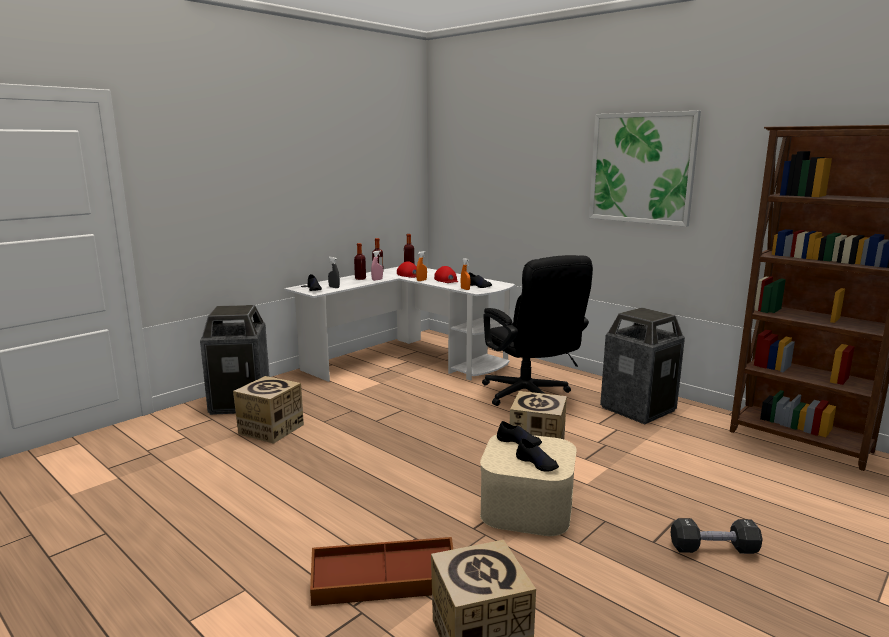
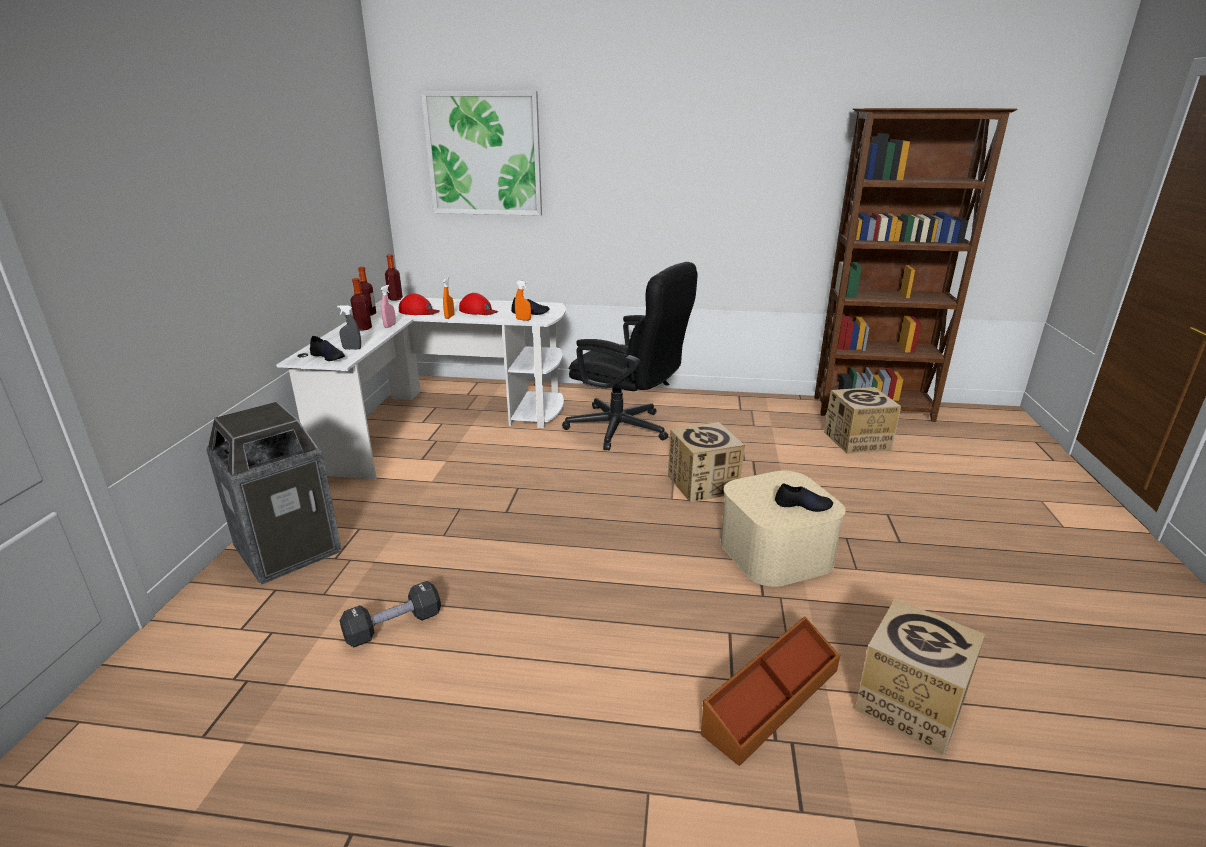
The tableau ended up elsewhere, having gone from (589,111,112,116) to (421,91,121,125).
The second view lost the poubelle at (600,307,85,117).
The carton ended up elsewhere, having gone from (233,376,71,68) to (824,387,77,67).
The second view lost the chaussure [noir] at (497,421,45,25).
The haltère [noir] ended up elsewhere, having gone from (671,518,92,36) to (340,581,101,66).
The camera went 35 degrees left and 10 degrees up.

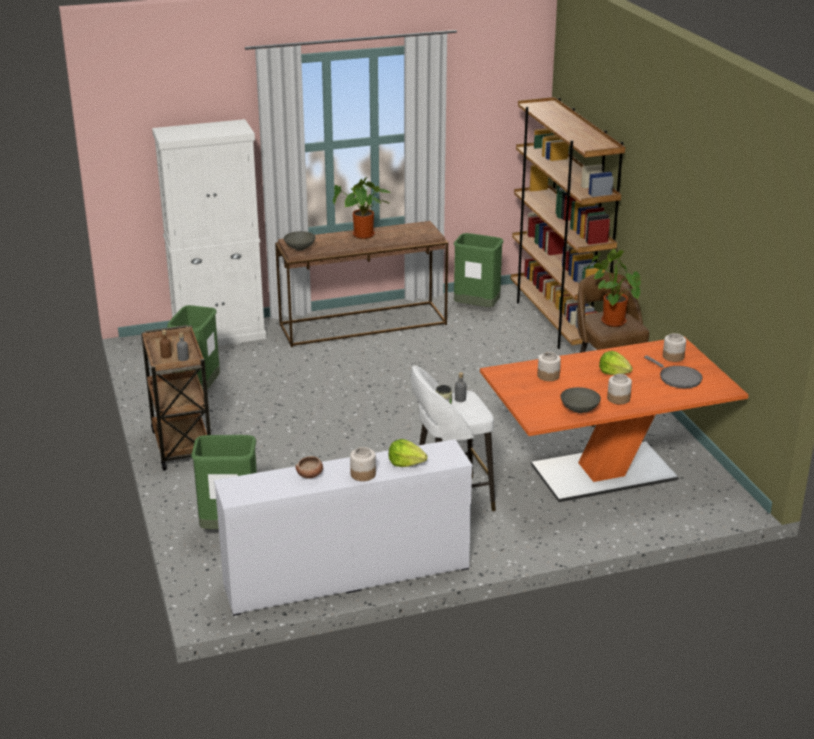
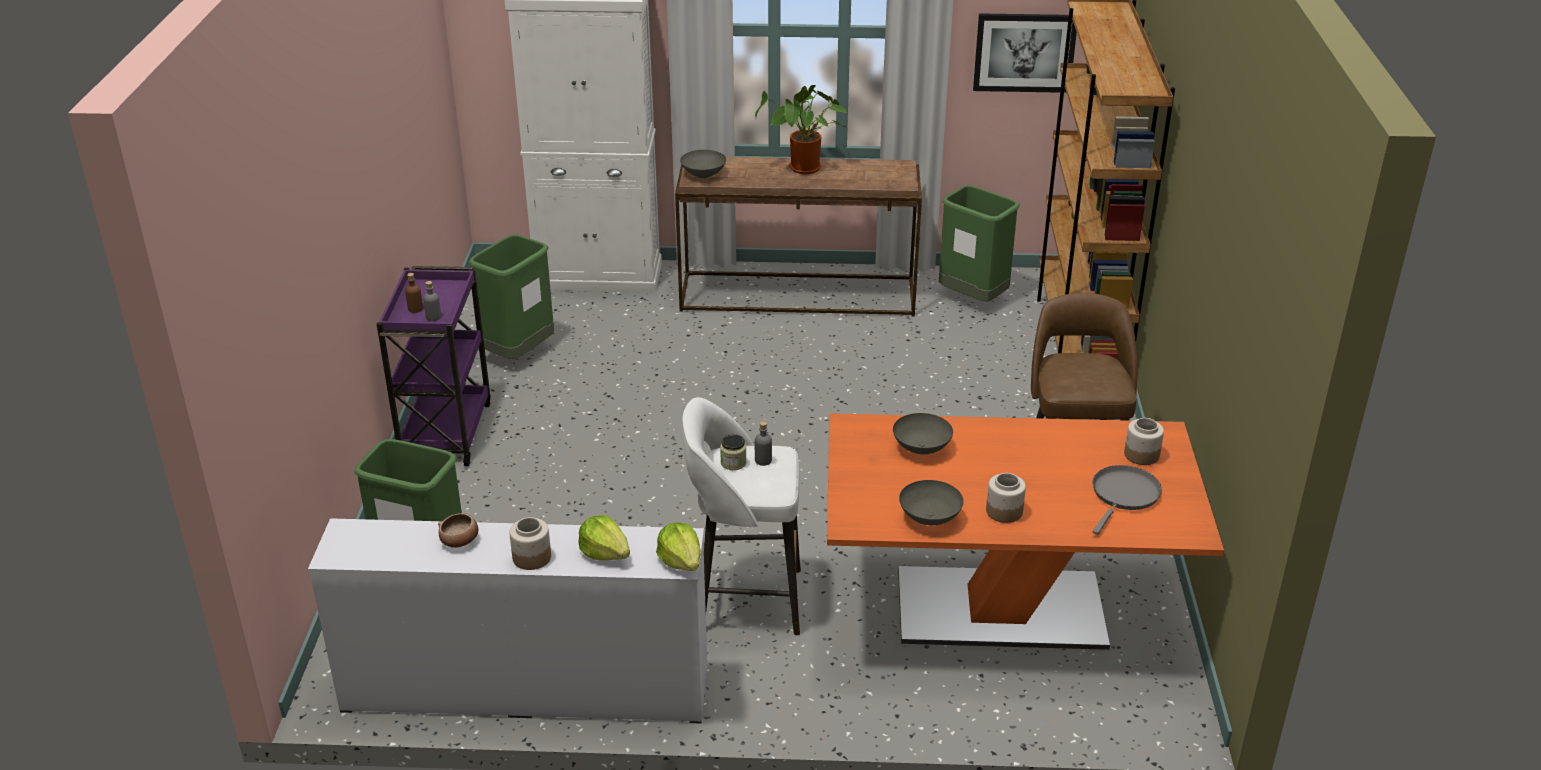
The second view lost the plante en pot at (587,249,54,78).
What was the chariot [marron] at (141,325,70,146) turned into the chariot [violet] at (376,266,115,200).
The laitue ended up elsewhere, having gone from (599,351,34,24) to (656,523,45,48).
Where the bocal stood at (537,352,24,29), the bol [gris] came to stand at (893,413,60,41).
The poêle [gris] at (644,355,59,33) ended up facing another way, 135 degrees counterclockwise from before.
The second view gained the tableau at (973,13,104,80).
The camera went 20 degrees right and 5 degrees up.

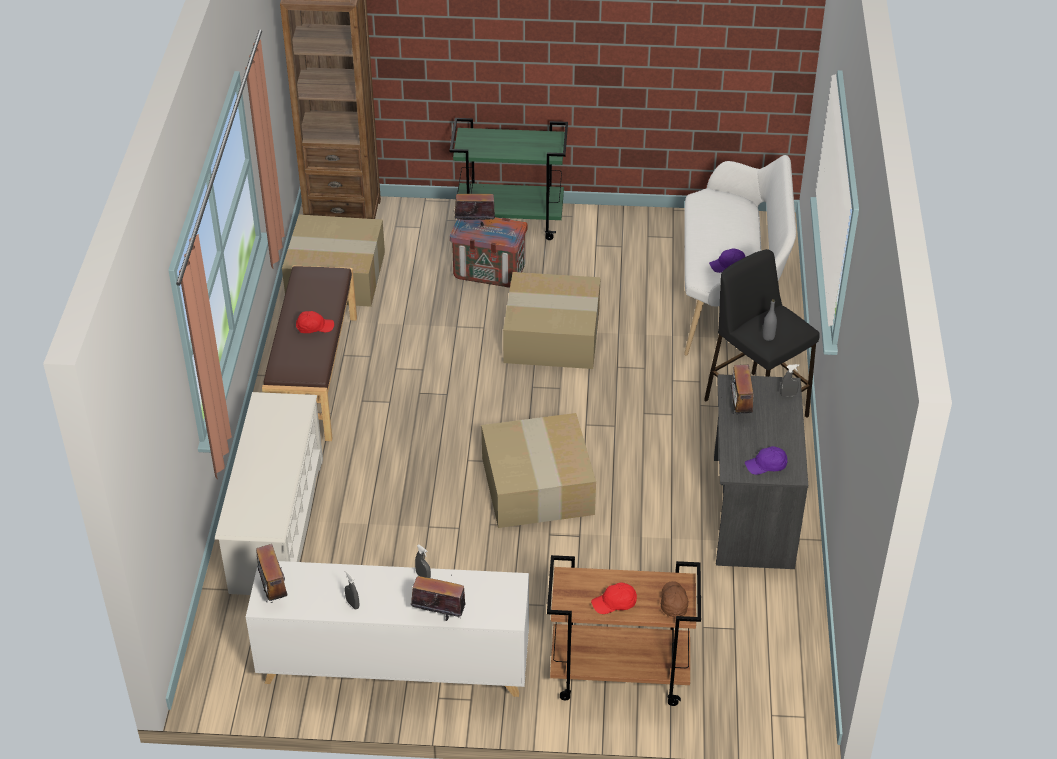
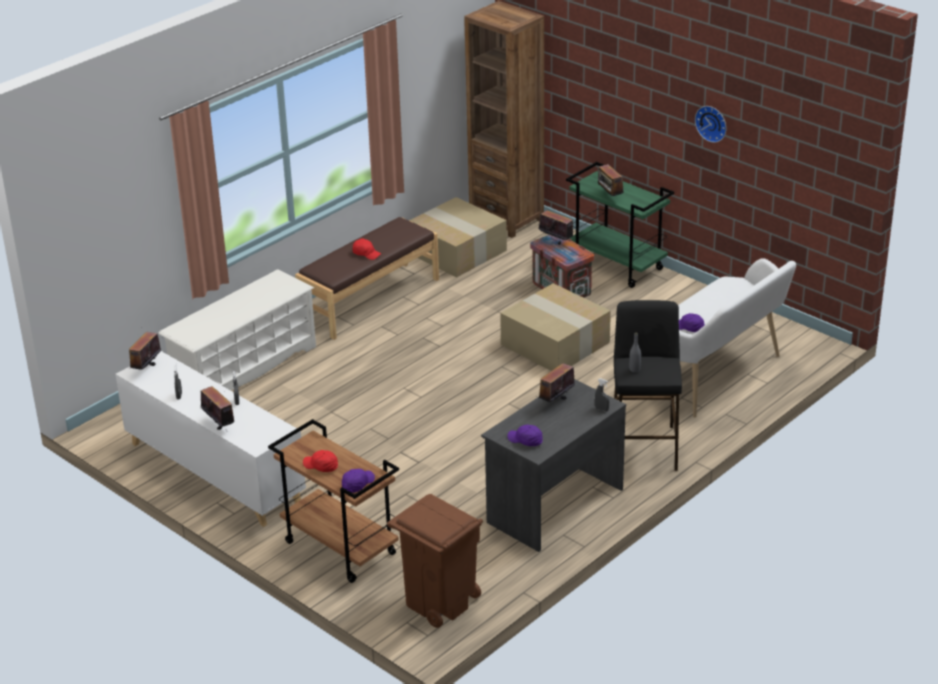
The second view lost the carton at (481,413,115,115).
What was the casquette [marron] at (661,581,27,36) turned into the casquette [violet] at (342,469,33,24).
The second view gained the horloge murale at (695,106,31,37).
The second view gained the radio at (598,161,25,36).
The second view gained the poubelle [marron] at (387,494,96,134).
The camera went 40 degrees right and 10 degrees down.

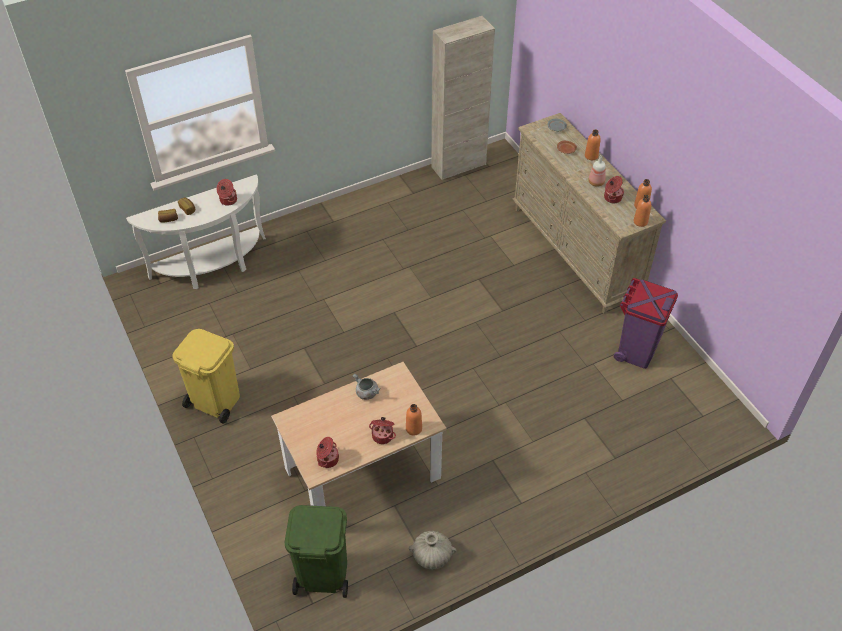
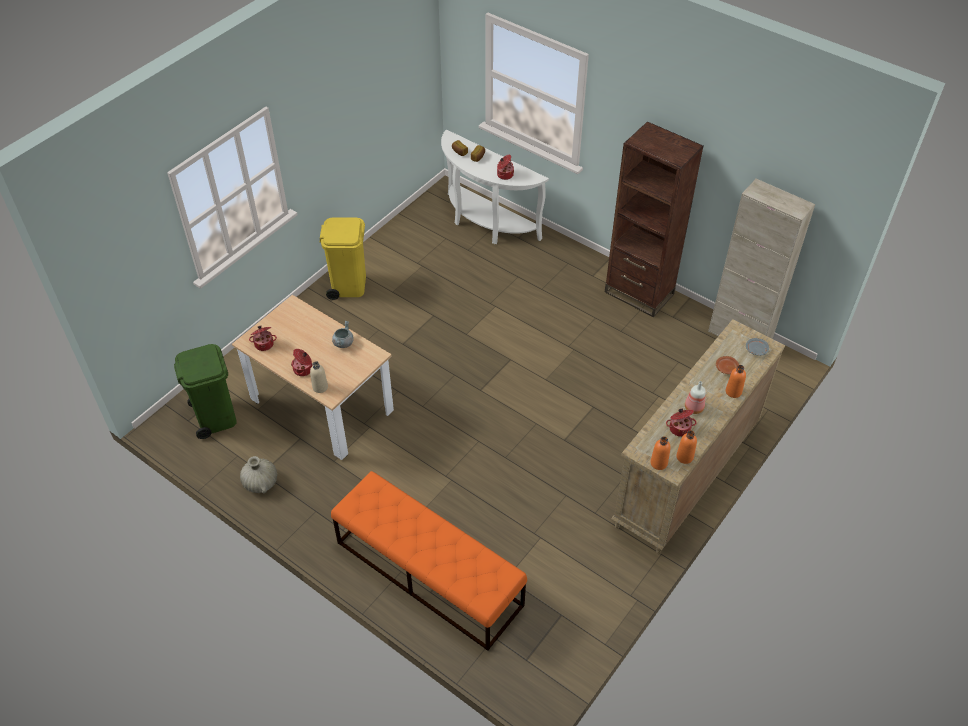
The second view lost the poubelle [violet] at (613,278,65,91).
What was the bouteille [orange] at (406,404,16,31) turned into the bouteille [beige] at (310,361,18,32).
The second view gained the bibliothèque [marron] at (605,121,99,196).
The second view gained the banc [orange] at (331,471,196,180).
The camera went 65 degrees right and 0 degrees up.

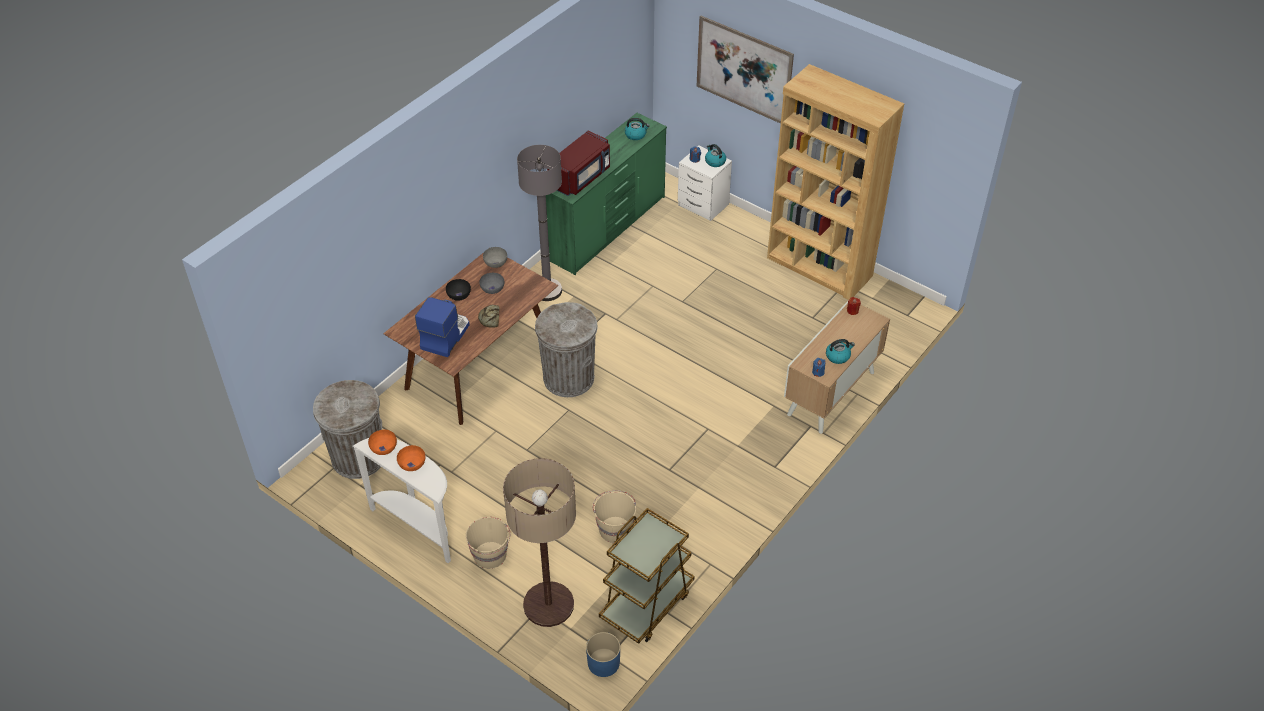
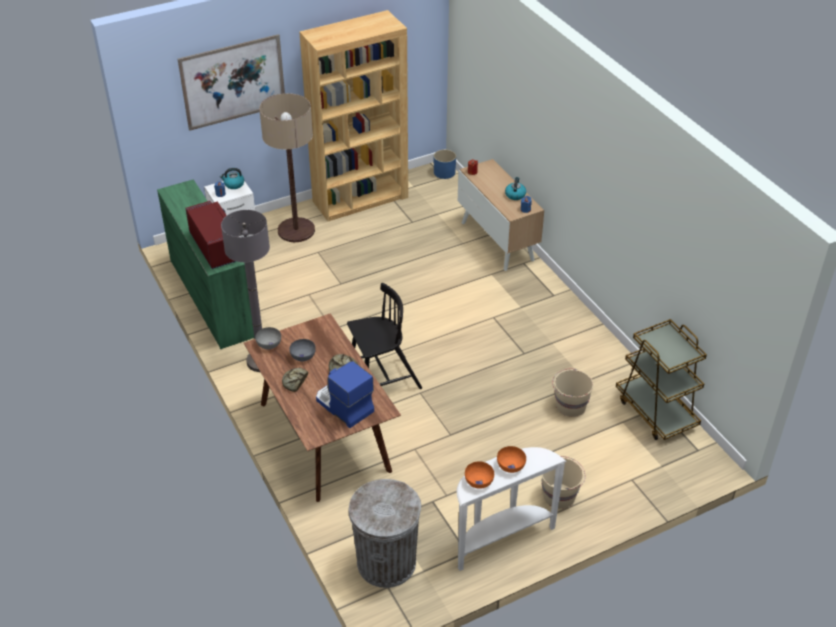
The second view lost the bouilloire at (625,118,25,22).
Where the bol [noir] stood at (446,279,25,22), the pain came to stand at (282,368,26,24).
Where the poubelle [gris] stood at (535,302,63,95), the chaise [noir] came to stand at (347,283,75,106).
The lampadaire ended up elsewhere, having gone from (503,458,73,169) to (259,93,56,149).
The cache-pot [bleu] ended up elsewhere, having gone from (586,632,34,45) to (434,150,22,29).
The camera went 65 degrees left and 5 degrees down.

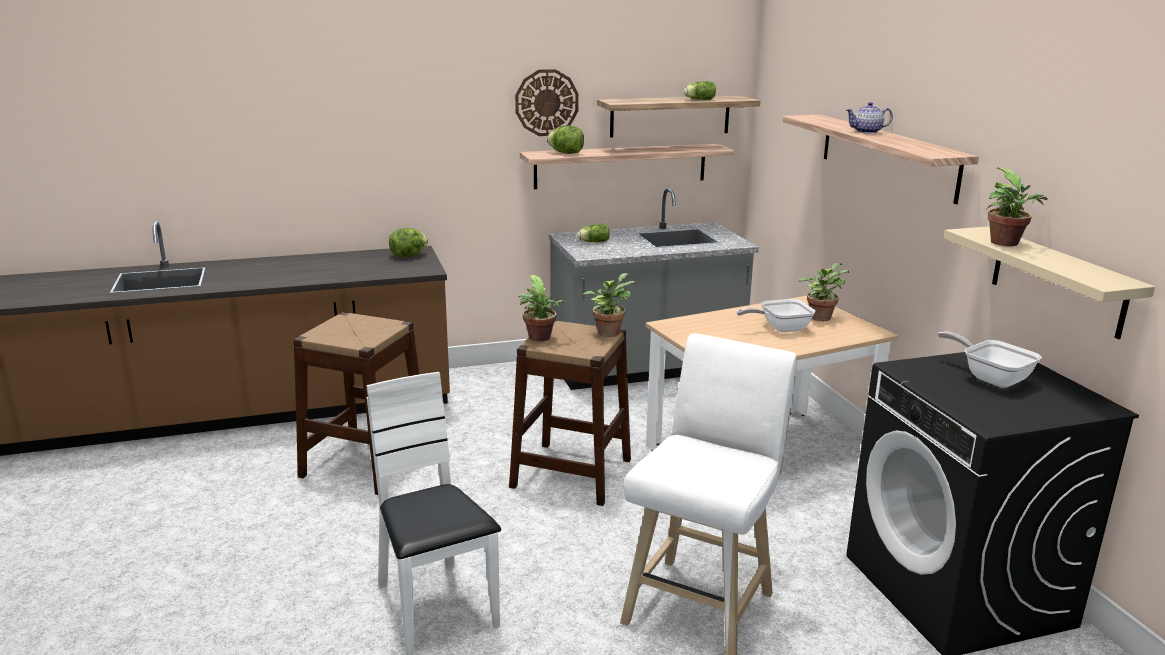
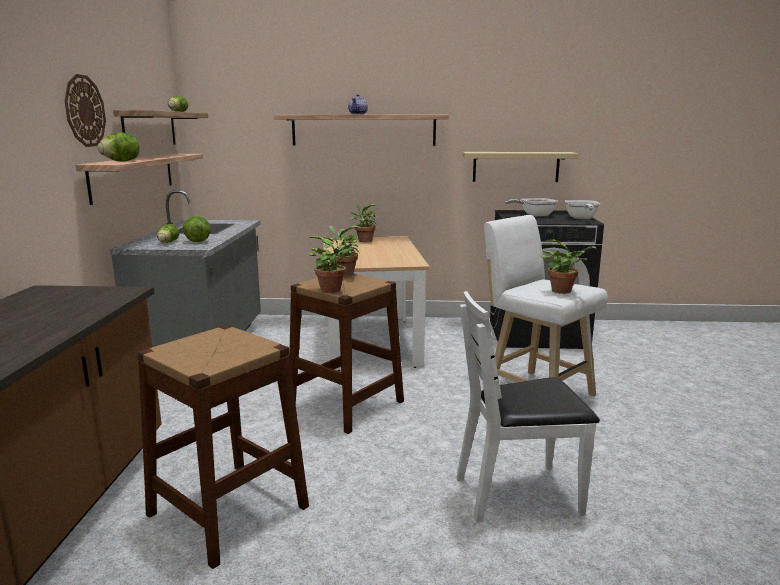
The plante en pot ended up elsewhere, having gone from (986,167,62,79) to (541,239,56,55).
The laitue ended up elsewhere, having gone from (389,228,39,29) to (183,216,28,26).
The poêle ended up elsewhere, having gone from (737,299,79,33) to (565,200,35,19).
The camera went 70 degrees left and 5 degrees down.

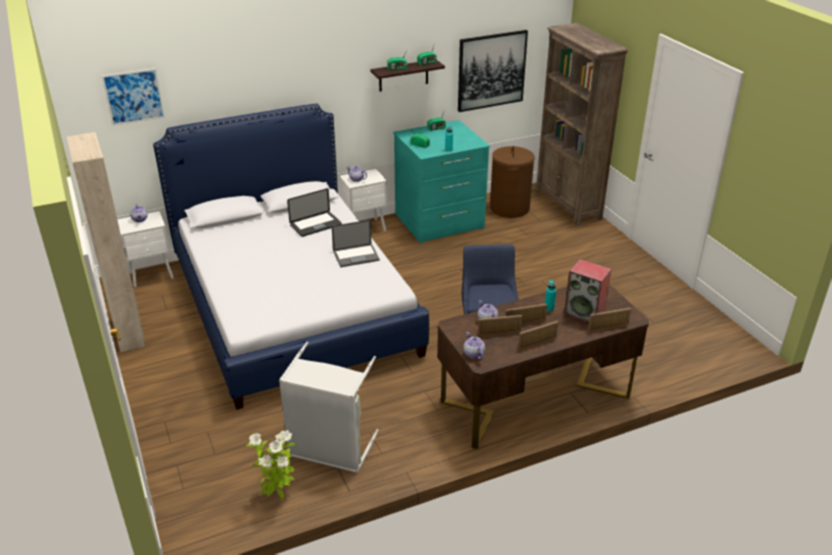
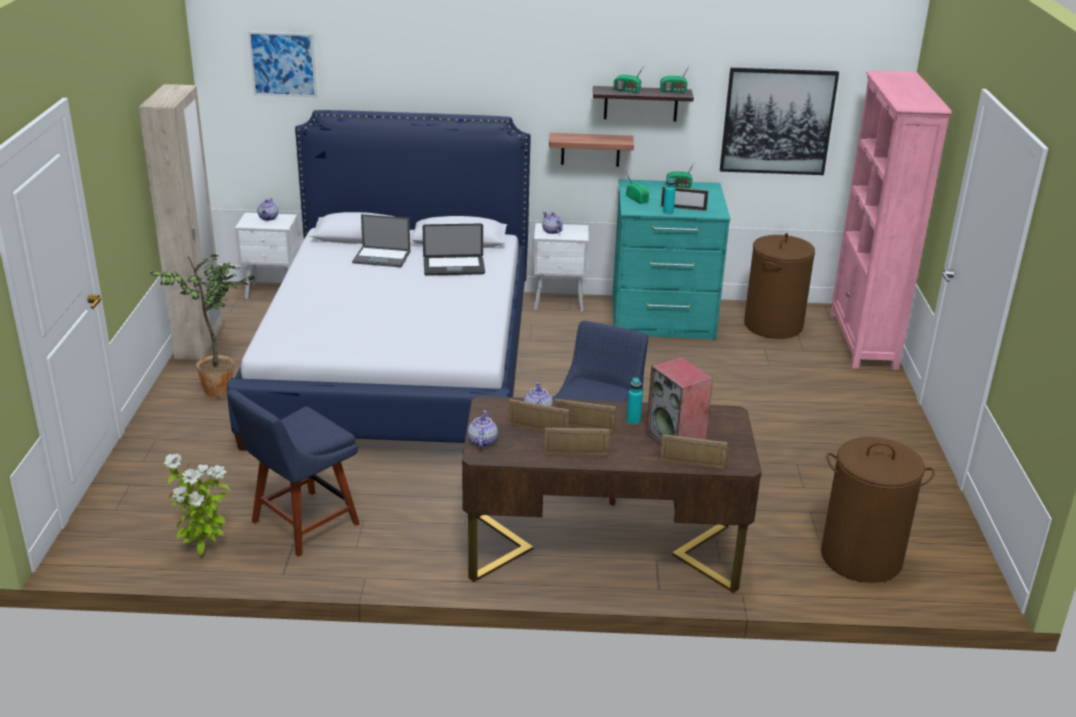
What was the bibliothèque [marron] at (535,23,93,203) turned into the bibliothèque [rose] at (830,70,121,300).
The ordinateur portable ended up elsewhere, having gone from (332,220,48,47) to (352,214,58,53).
Where the panier à linge [gris] stood at (279,342,100,131), the chaise [bleu] came to stand at (227,389,133,168).
The second view gained the étagère at (549,133,85,34).
The second view gained the cadre photo at (661,186,48,25).
The second view gained the plante en pot at (150,254,104,144).
The second view gained the panier à linge [marron] at (821,437,114,146).
The camera went 25 degrees right and 5 degrees down.

